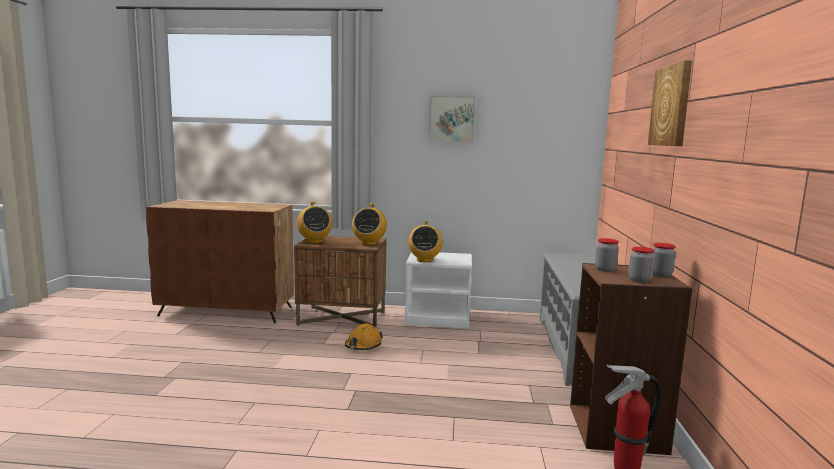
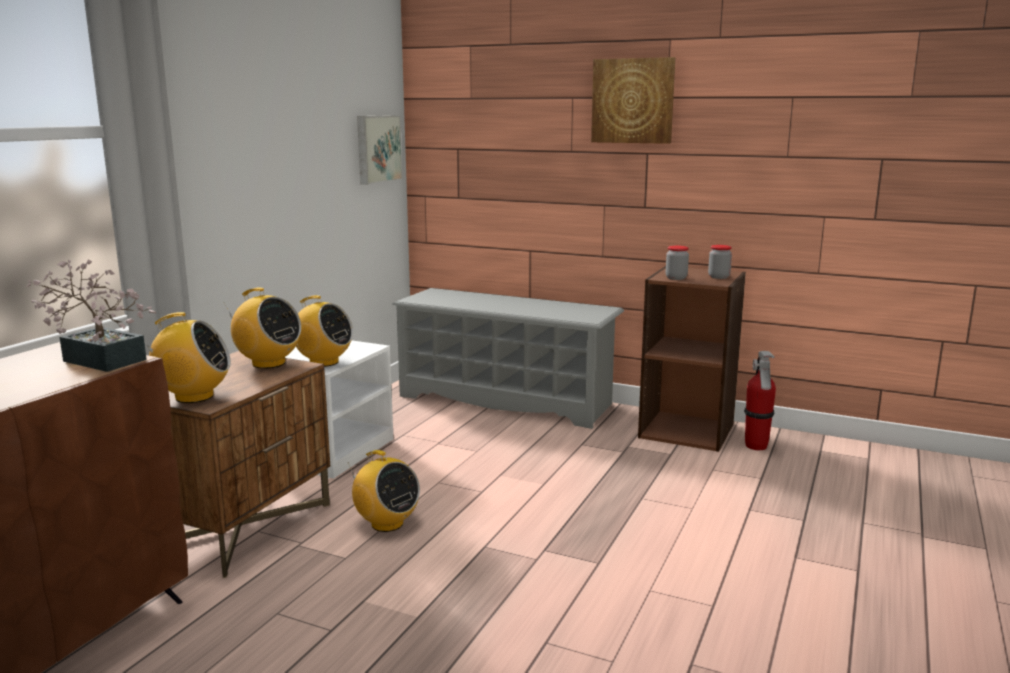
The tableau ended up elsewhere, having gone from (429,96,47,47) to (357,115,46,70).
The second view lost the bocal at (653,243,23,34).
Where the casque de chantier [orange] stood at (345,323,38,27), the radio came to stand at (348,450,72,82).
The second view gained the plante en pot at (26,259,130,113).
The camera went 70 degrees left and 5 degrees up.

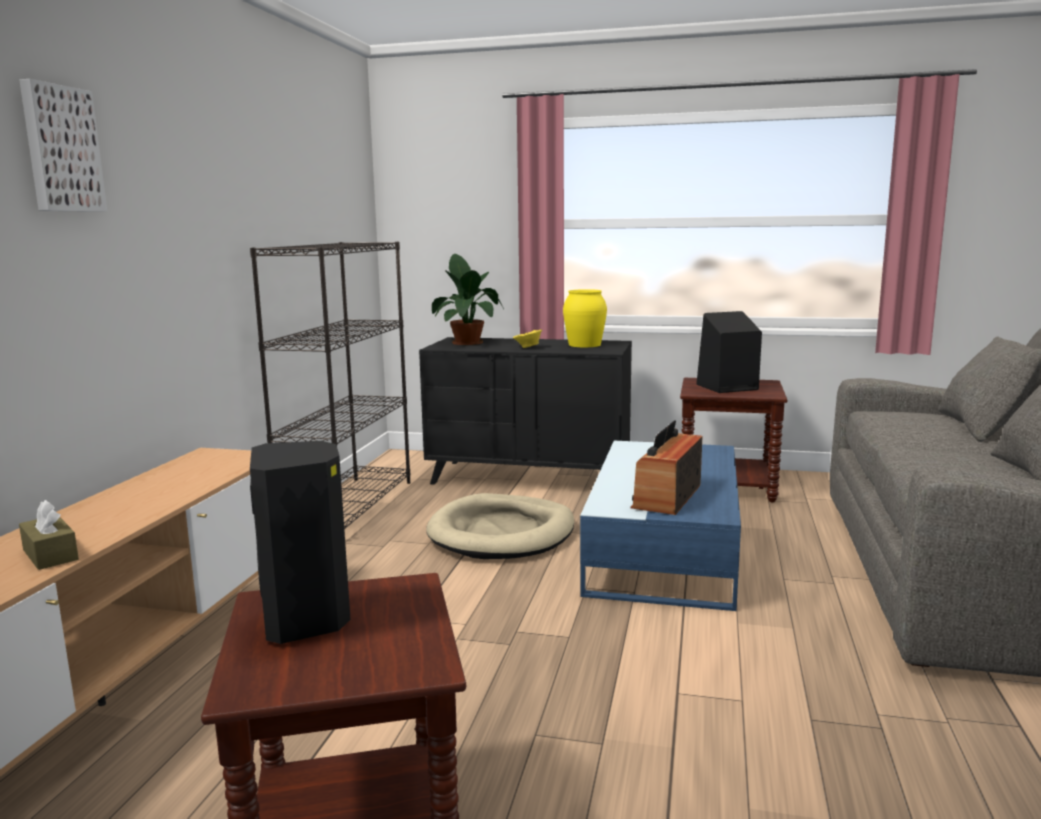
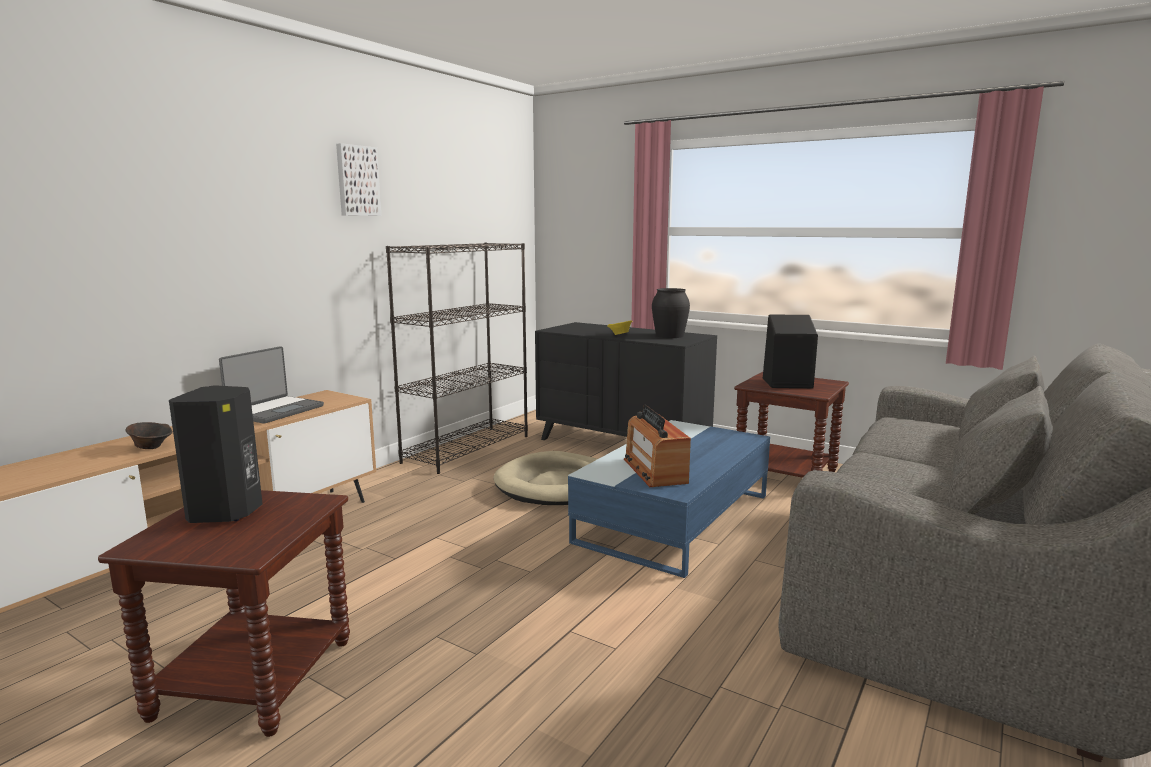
The tableau ended up elsewhere, having gone from (19,79,88,133) to (336,143,45,73).
The second view lost the plante en pot at (432,254,72,91).
What was the vase [jaune] at (563,289,44,58) turned into the vase [noir] at (652,288,38,50).
The radio at (631,420,71,95) ended up facing another way, 60 degrees counterclockwise from before.
Where the boîte à mouchoirs [marron] stood at (19,500,60,70), the bol [marron] came to stand at (126,422,47,27).
The second view gained the ordinateur portable at (219,346,105,77).
The camera went 20 degrees right and 0 degrees up.

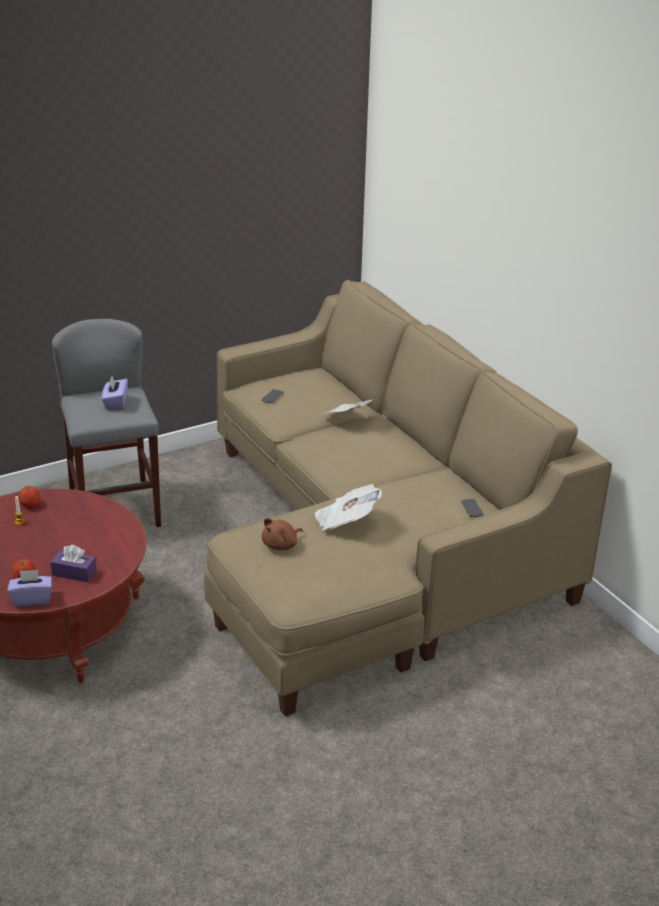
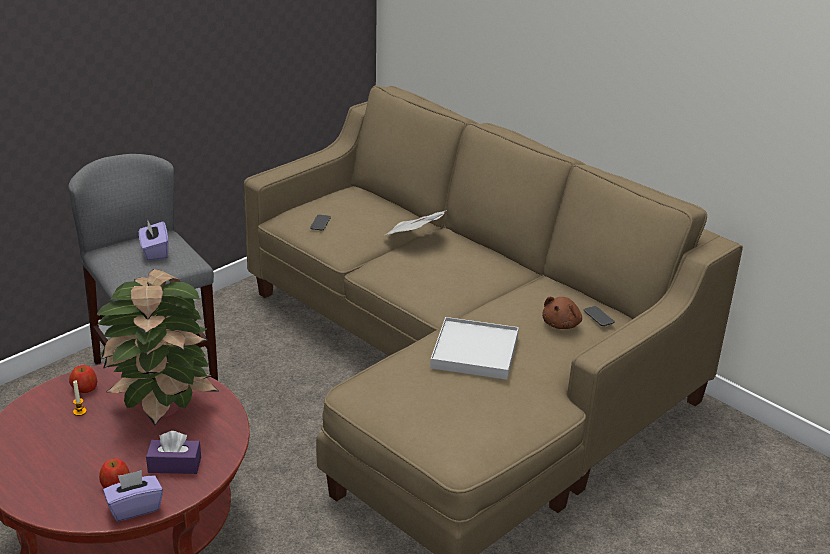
Where the journal stood at (315,484,67,47), the plateau [blanc] came to stand at (430,317,89,63).
The peluche [marron] ended up elsewhere, having gone from (261,518,42,32) to (542,297,40,32).
The second view gained the plante en pot at (96,269,123,156).
The camera went 15 degrees left and 0 degrees up.

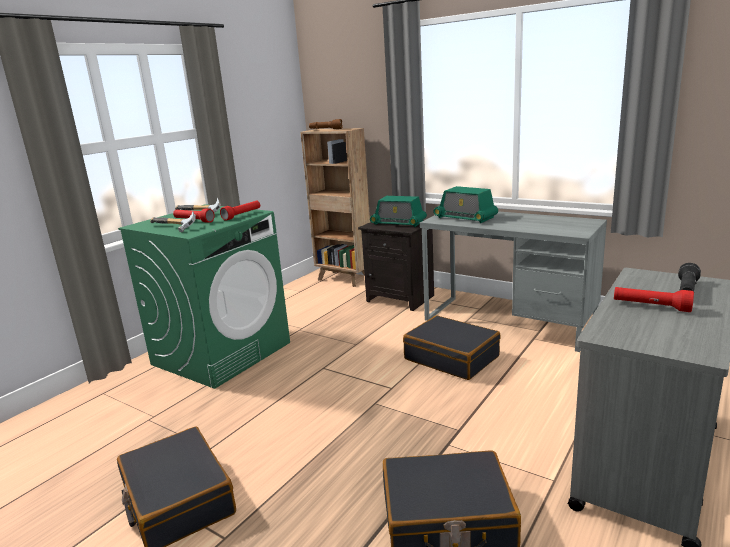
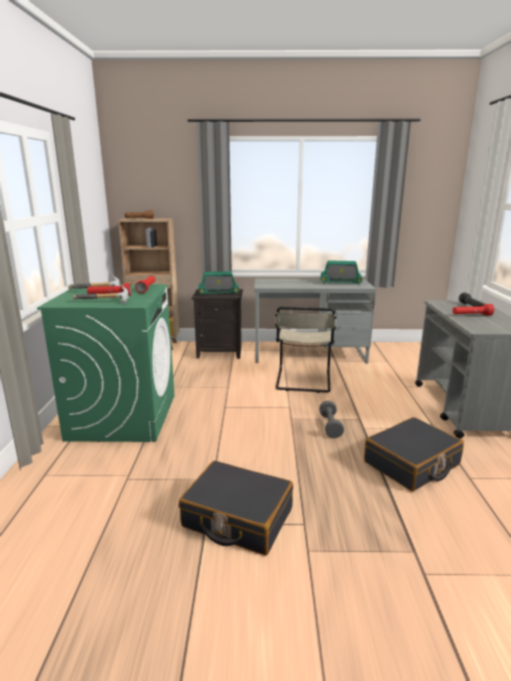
The radio ended up elsewhere, having gone from (433,186,65,37) to (321,260,42,25).
Where the valise [noir] stood at (403,316,98,64), the chaise [beige] came to stand at (275,307,62,86).
The second view gained the haltère [gris] at (319,401,25,37).
The camera went 35 degrees left and 0 degrees up.

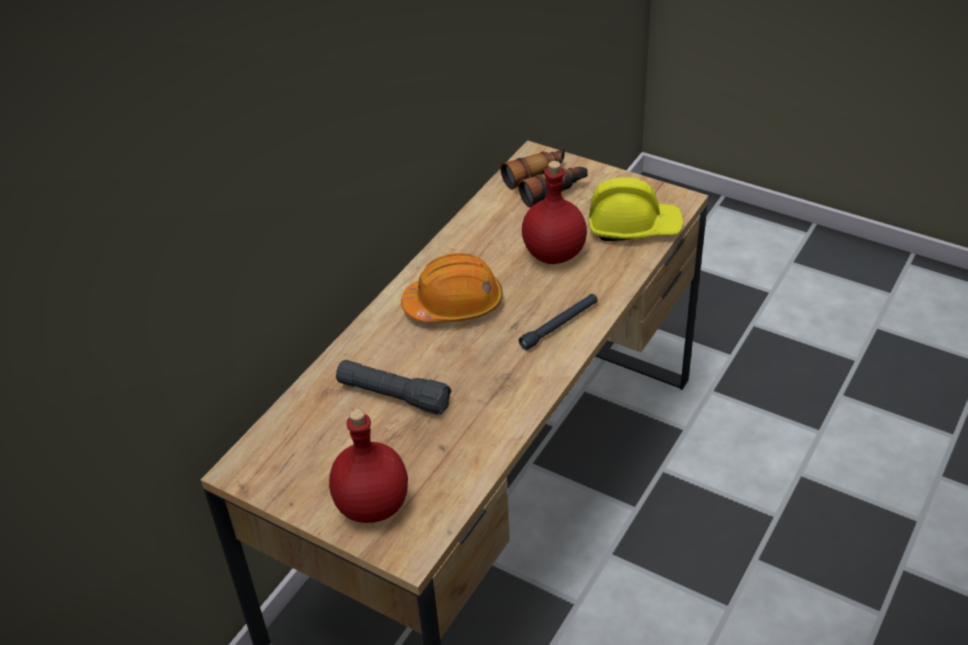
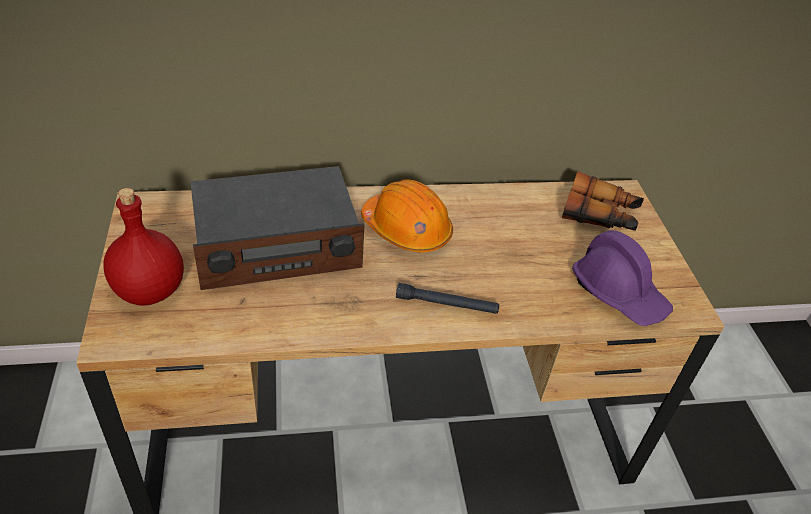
The second view lost the bouteille [rouge] at (522,161,65,103).
What was the casque de chantier [jaune] at (589,177,94,64) turned into the casque de chantier [violet] at (572,230,101,96).
Where the lampe de poche [noir] stood at (336,360,115,55), the radio came to stand at (190,166,175,124).
The camera went 45 degrees right and 0 degrees up.

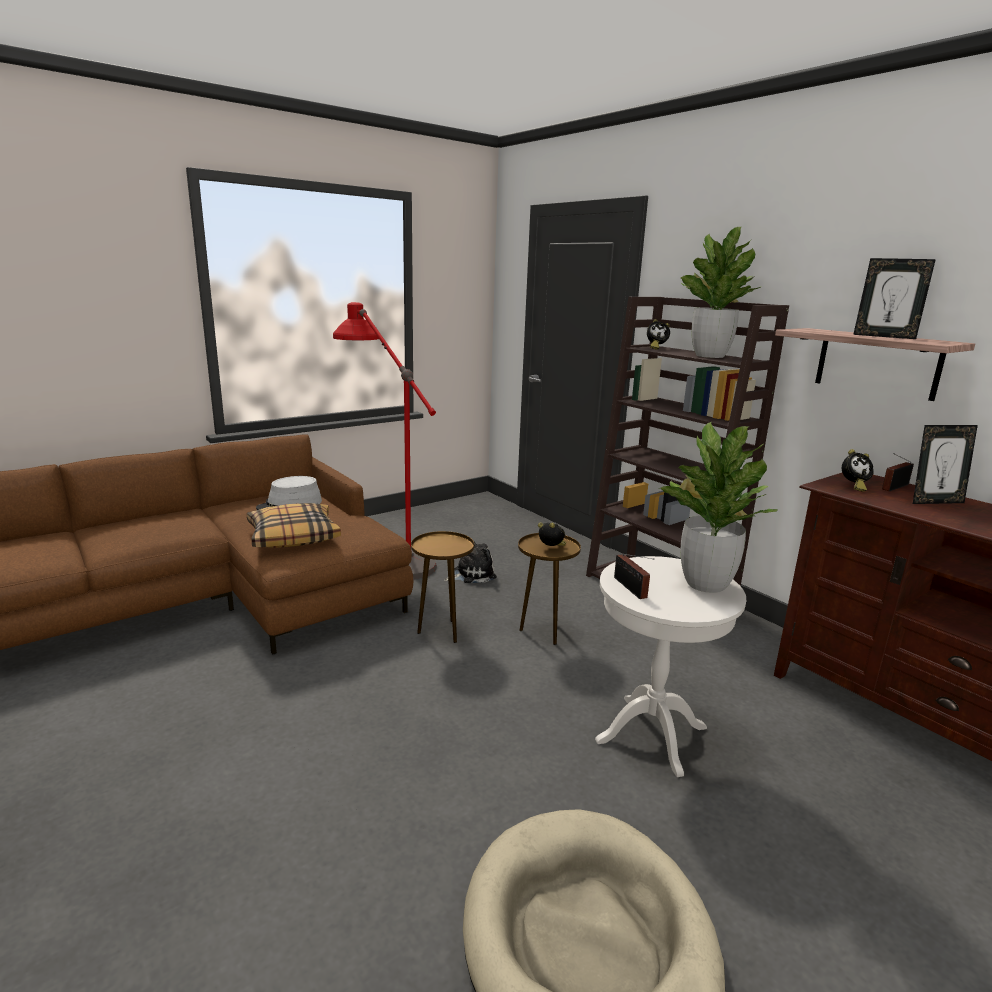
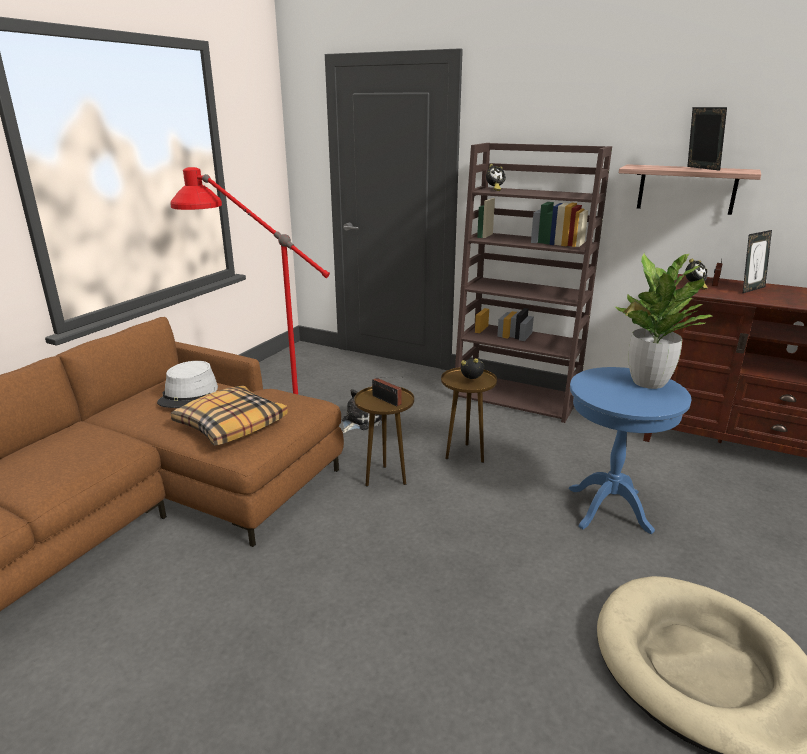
The second view lost the plante en pot at (681,227,79,131).
The cadre photo at (853,258,83,81) ended up facing another way, 120 degrees counterclockwise from before.
The radio ended up elsewhere, having gone from (614,554,40,45) to (372,377,29,29).
What was the table d'appoint [blanc] at (595,556,151,221) turned into the table d'appoint [bleu] at (569,367,123,167).
The camera went 25 degrees left and 5 degrees up.

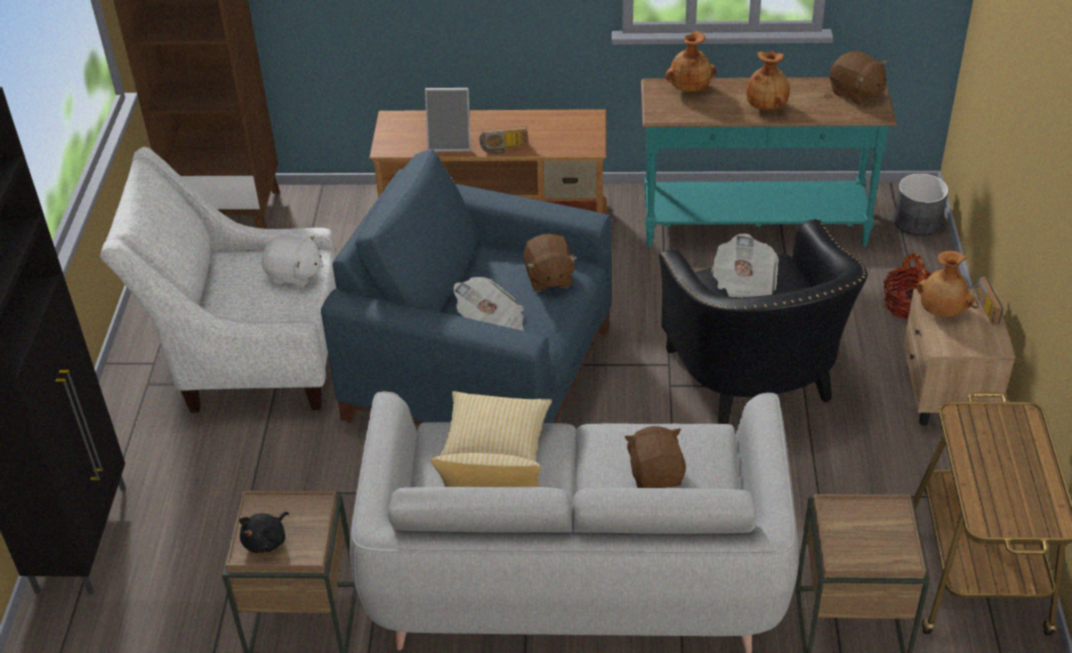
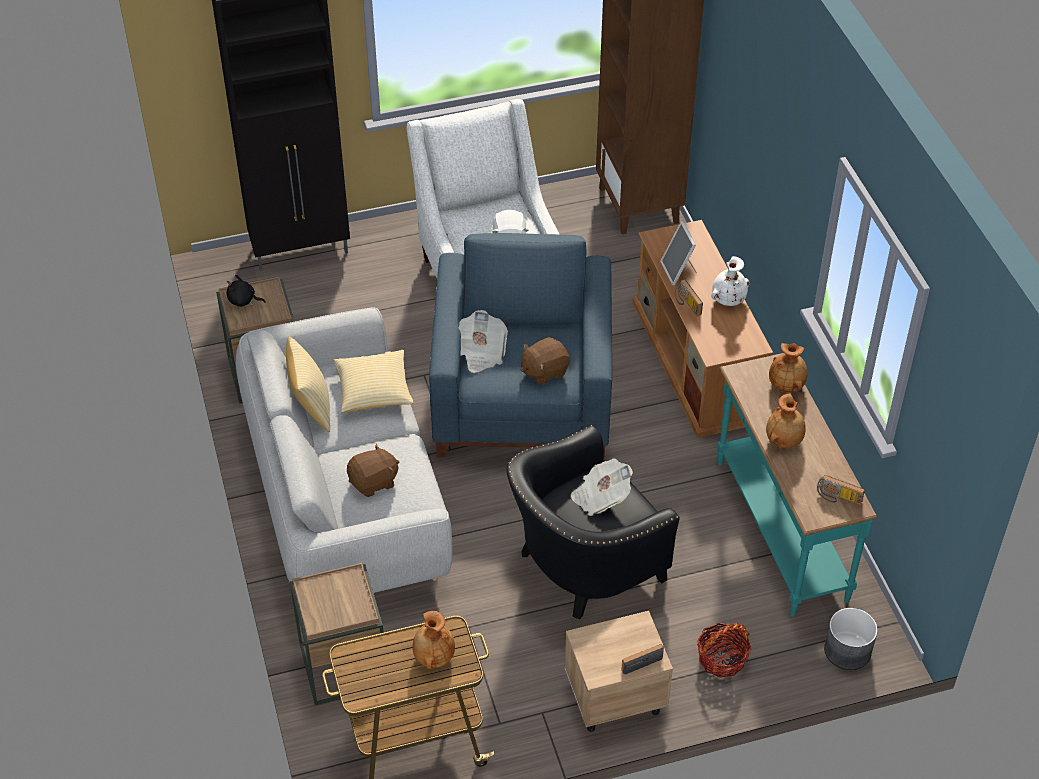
Where the peluche [marron] stood at (830,51,57,54), the radio came to stand at (817,475,48,30).
The vase [marron] ended up elsewhere, having gone from (917,250,57,67) to (412,611,43,58).
The second view gained the vase [blanc] at (711,256,39,50).
The camera went 70 degrees right and 5 degrees up.

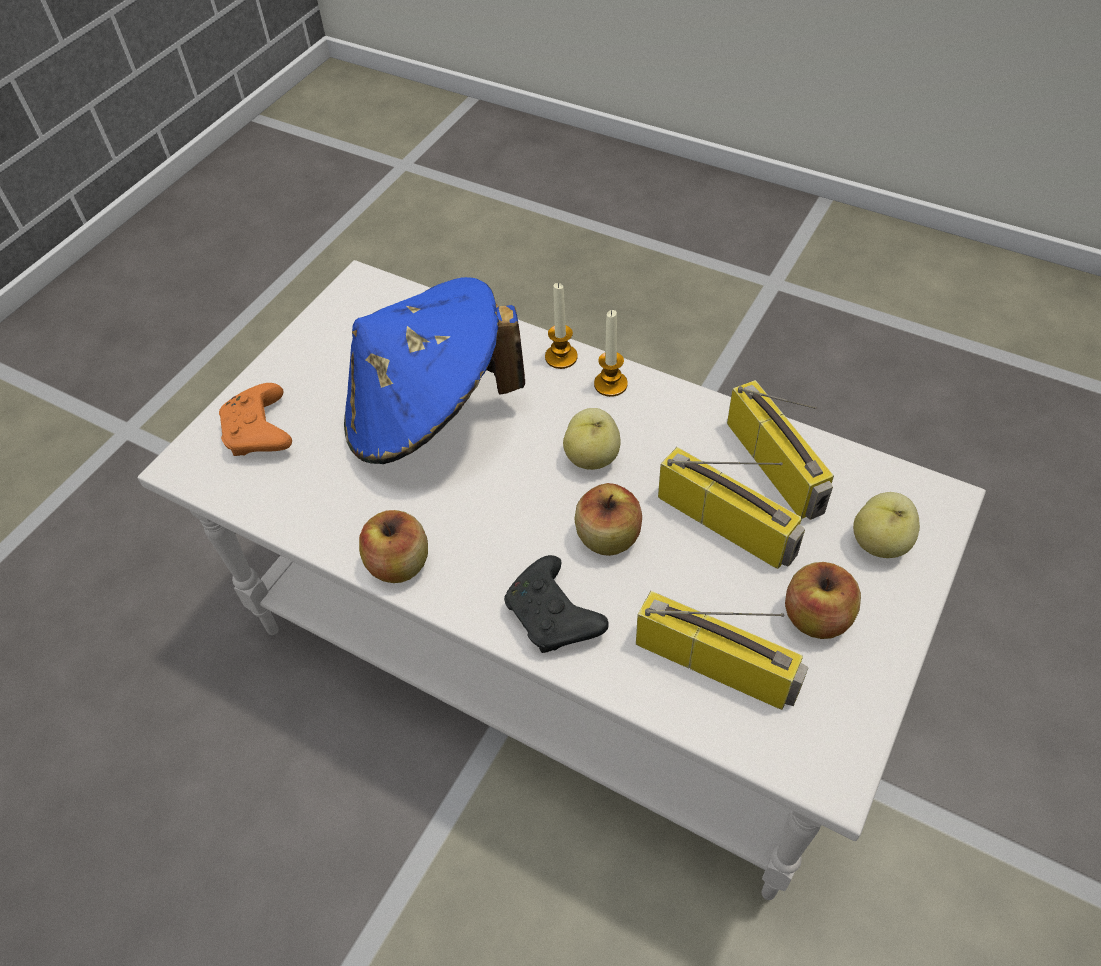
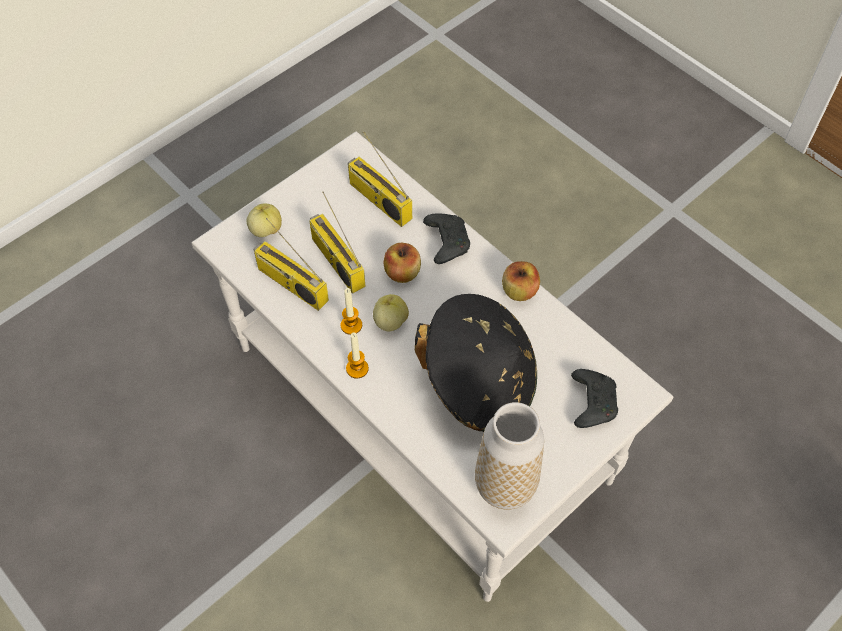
What was the chapeau [bleu] at (344,277,181,187) turned into the chapeau [noir] at (415,294,122,138).
The bougie ended up elsewhere, having gone from (545,283,33,86) to (340,288,22,47).
The radio at (727,380,107,140) ended up facing another way, 45 degrees counterclockwise from before.
What was the manette [orange] at (219,383,73,73) turned into the manette [noir] at (571,369,47,59).
The second view lost the pomme at (785,562,76,77).
The second view gained the vase at (475,402,69,107).
The camera went 165 degrees left and 5 degrees up.

